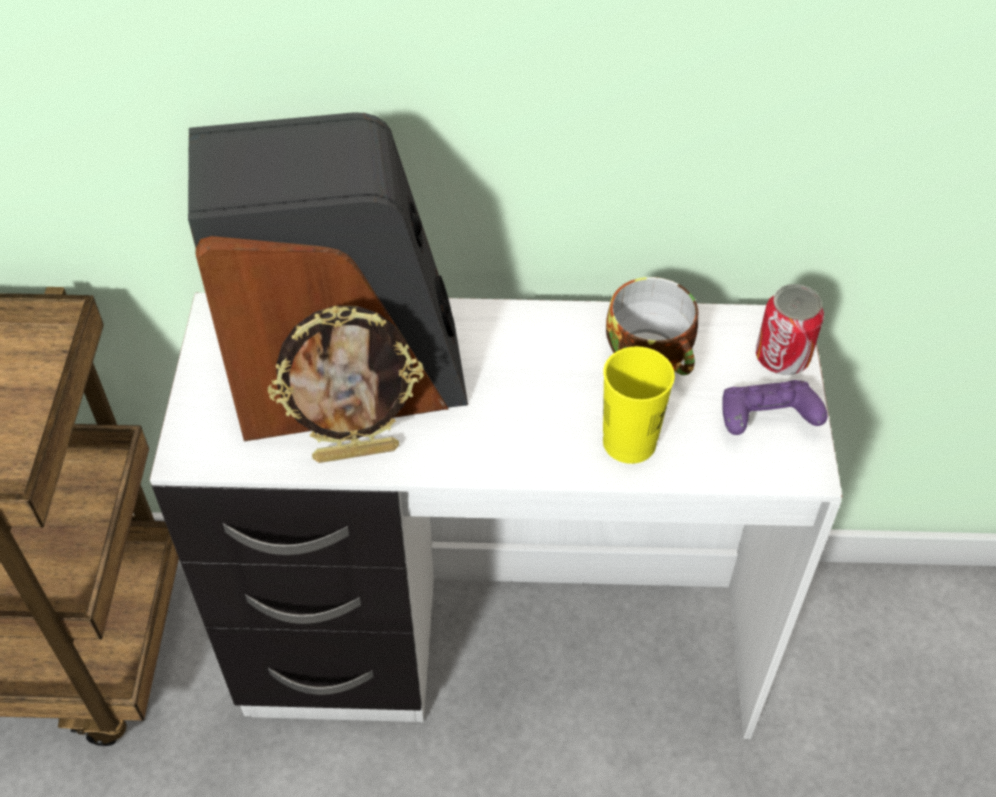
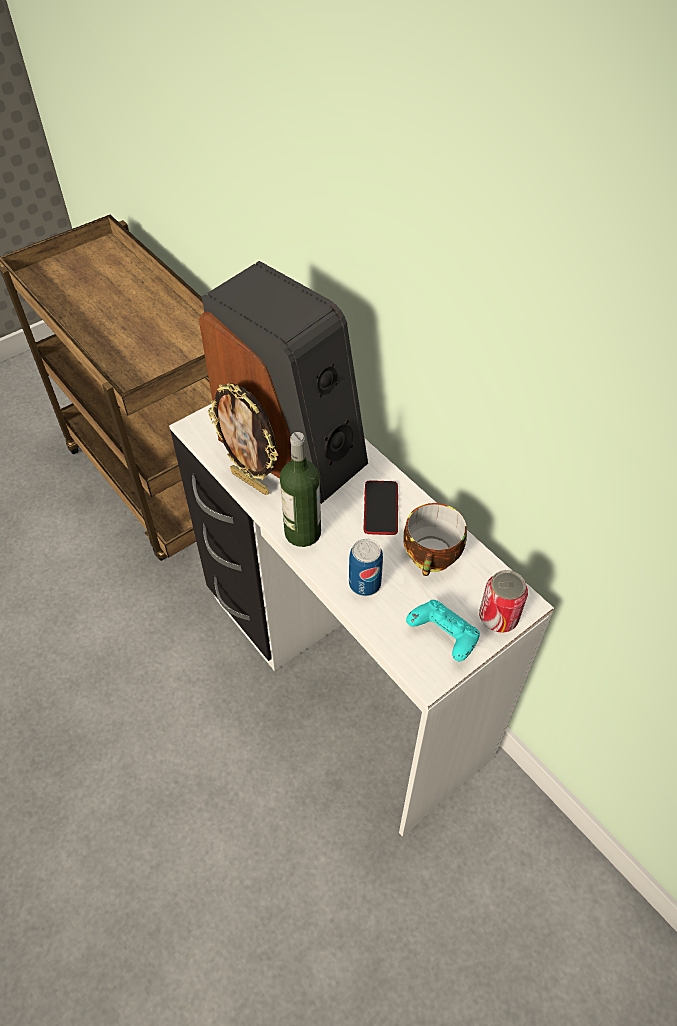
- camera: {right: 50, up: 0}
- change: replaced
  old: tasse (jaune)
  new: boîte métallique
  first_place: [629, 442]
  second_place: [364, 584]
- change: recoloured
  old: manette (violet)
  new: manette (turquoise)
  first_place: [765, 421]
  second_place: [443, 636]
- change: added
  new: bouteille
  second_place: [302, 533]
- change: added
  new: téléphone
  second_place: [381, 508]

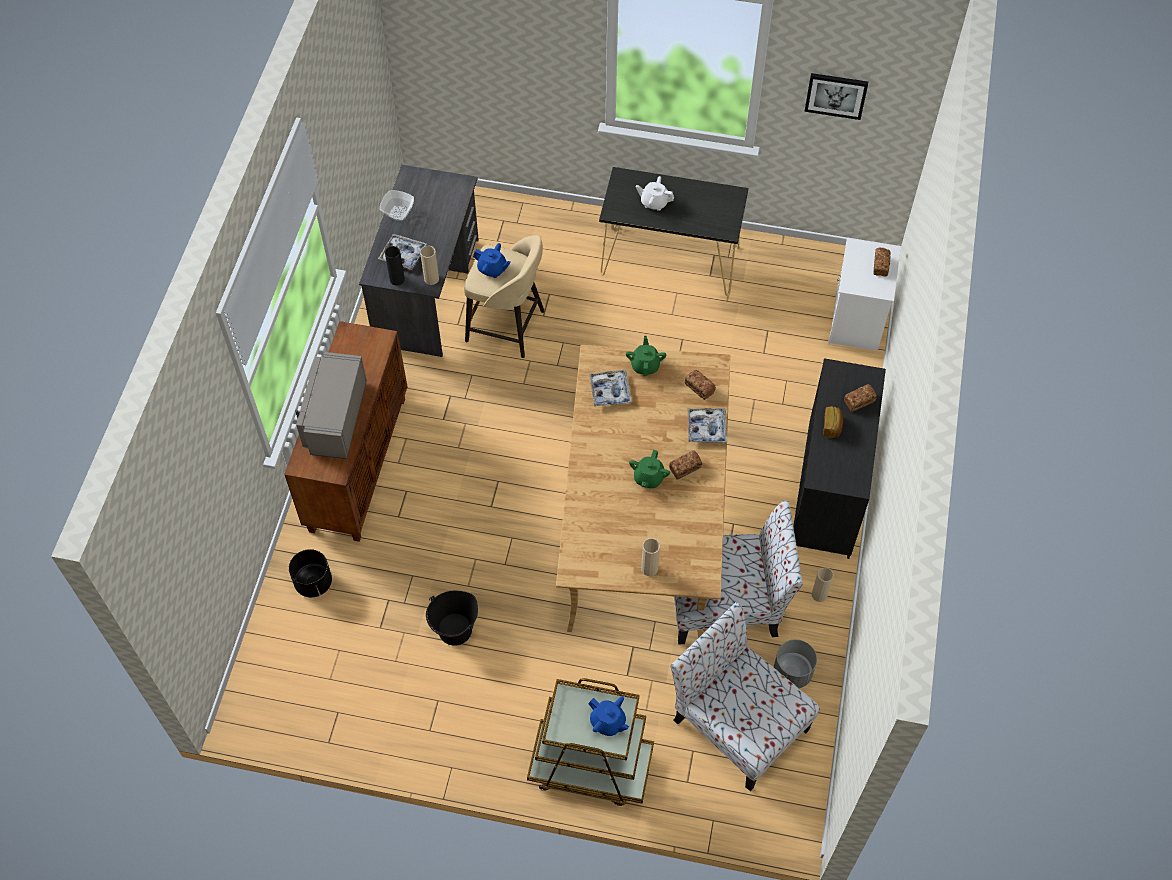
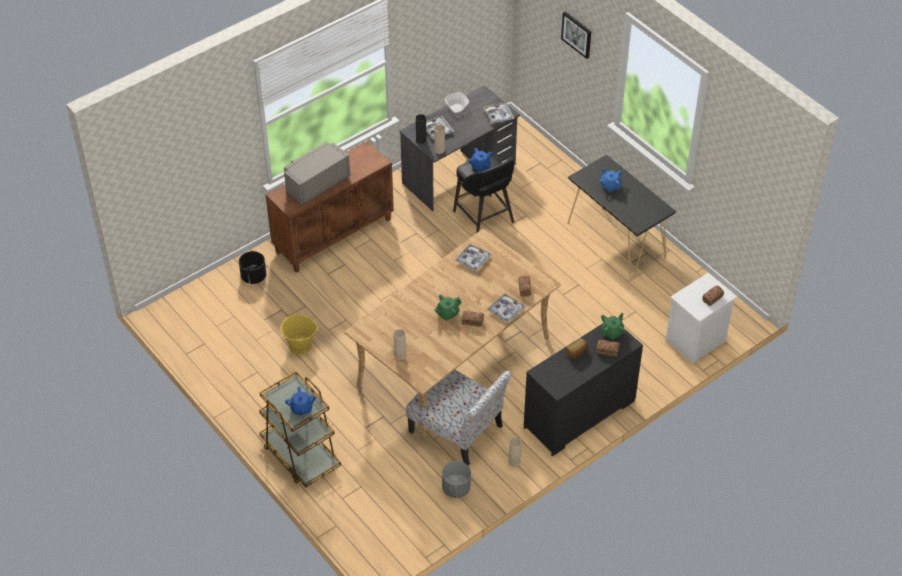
- camera: {right: 40, up: -10}
- change: recoloured
  old: seau (noir)
  new: seau (jaune)
  first_place: [455, 630]
  second_place: [300, 346]
- change: recoloured
  old: tabouret (beige)
  new: tabouret (noir)
  first_place: [507, 327]
  second_place: [484, 218]
- change: moved
  old: théière (vert)
  first_place: [645, 365]
  second_place: [612, 332]
- change: recoloured
  old: théière (blanc)
  new: théière (bleu)
  first_place: [654, 202]
  second_place: [610, 186]
- change: removed
  old: chaise
  first_place: [737, 722]
- change: moved
  old: tableau
  first_place: [836, 95]
  second_place: [577, 34]
- change: added
  new: plateau
  second_place: [498, 115]

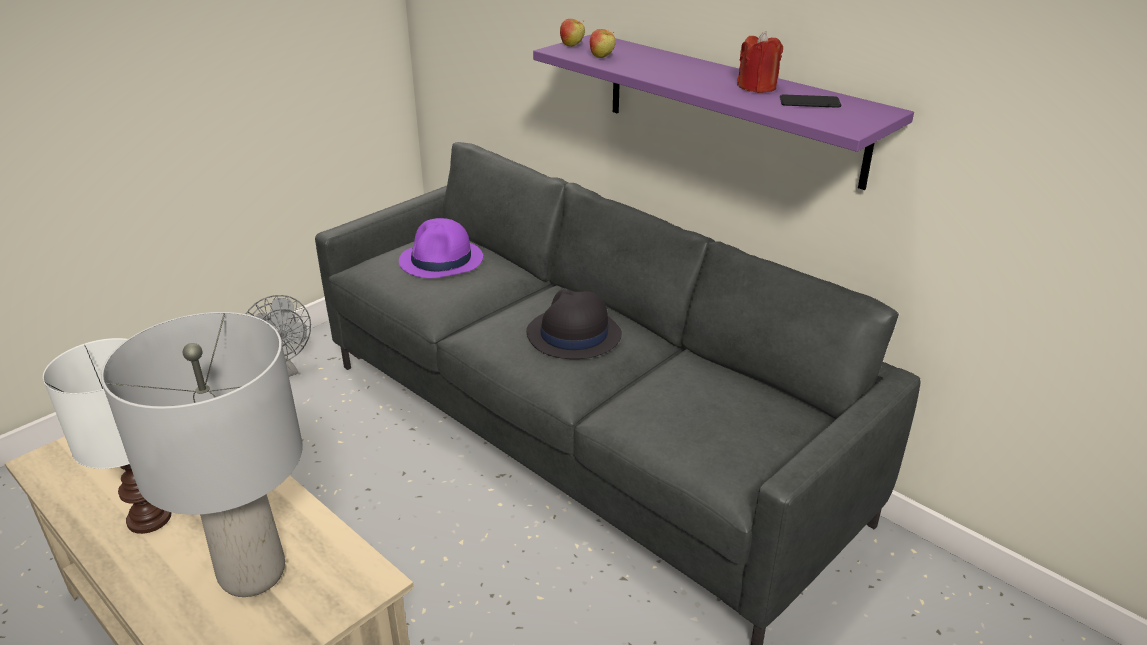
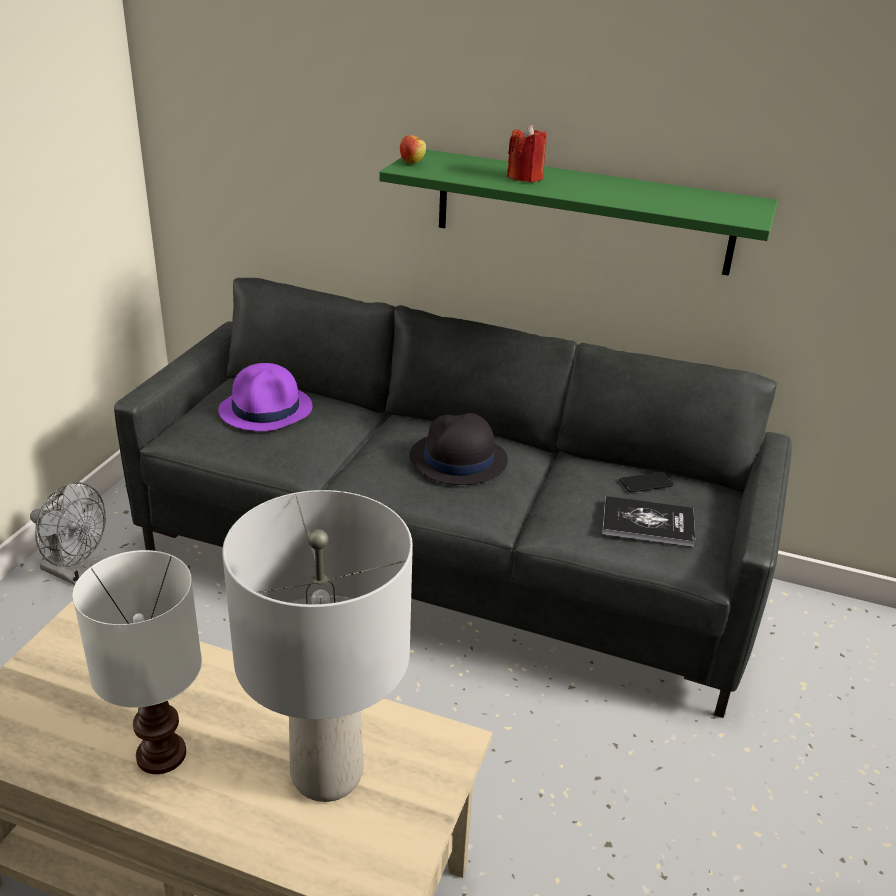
- camera: {right: -25, up: 0}
- change: recoloured
  old: étagère (violet)
  new: étagère (vert)
  first_place: [731, 107]
  second_place: [582, 211]
- change: removed
  old: pomme
  first_place: [602, 57]
- change: moved
  old: bougie (rouge)
  first_place: [757, 87]
  second_place: [525, 177]
- change: moved
  old: téléphone
  first_place: [809, 102]
  second_place: [646, 483]
- change: added
  new: livre
  second_place: [648, 523]

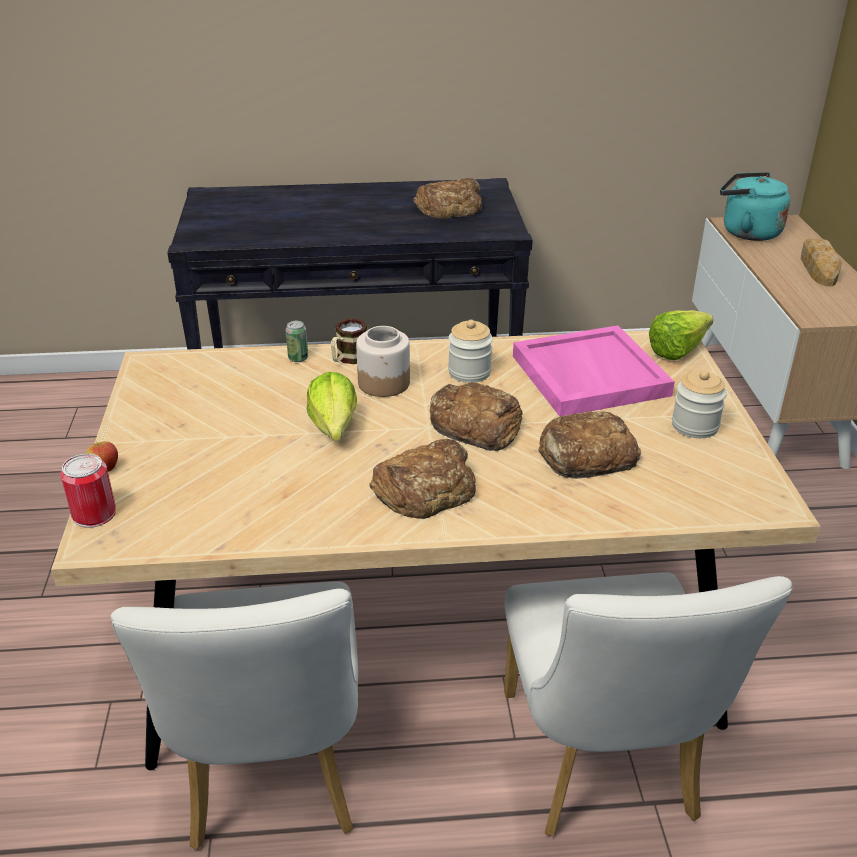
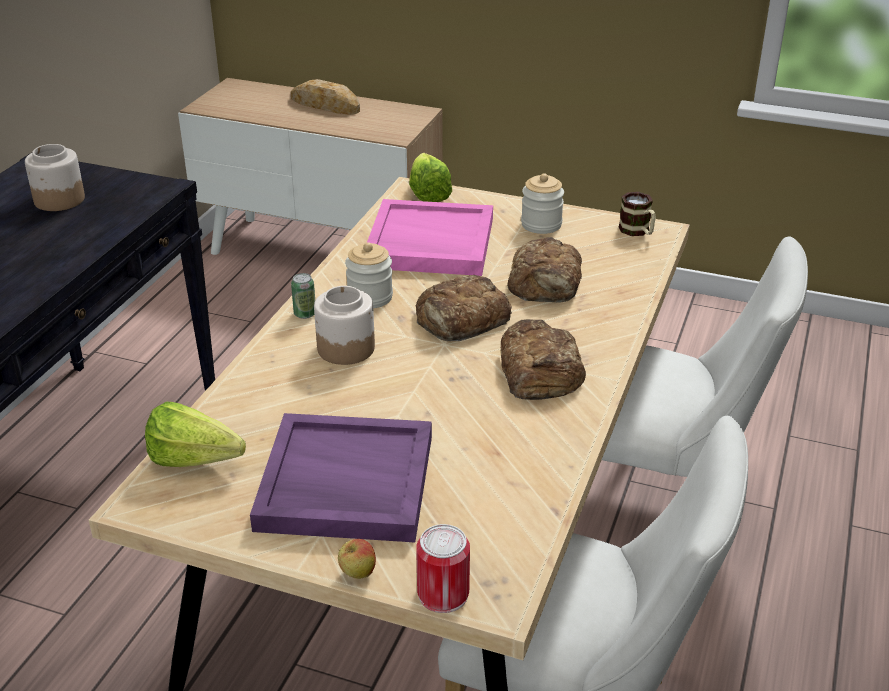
- camera: {right: -65, up: 0}
- change: moved
  old: boîte métallique
  first_place: [298, 358]
  second_place: [305, 314]
- change: moved
  old: laitue
  first_place: [333, 433]
  second_place: [200, 463]
- change: moved
  old: mug
  first_place: [348, 359]
  second_place: [638, 232]
- change: replaced
  old: pain
  new: bocal
  first_place: [449, 207]
  second_place: [59, 200]
- change: removed
  old: bouilloire (turquoise)
  first_place: [747, 232]
- change: added
  new: plateau (violet)
  second_place: [344, 483]

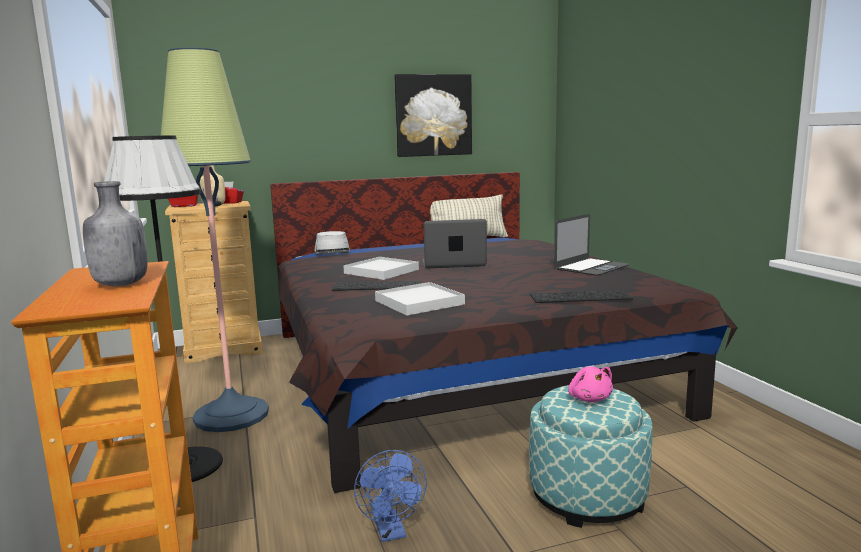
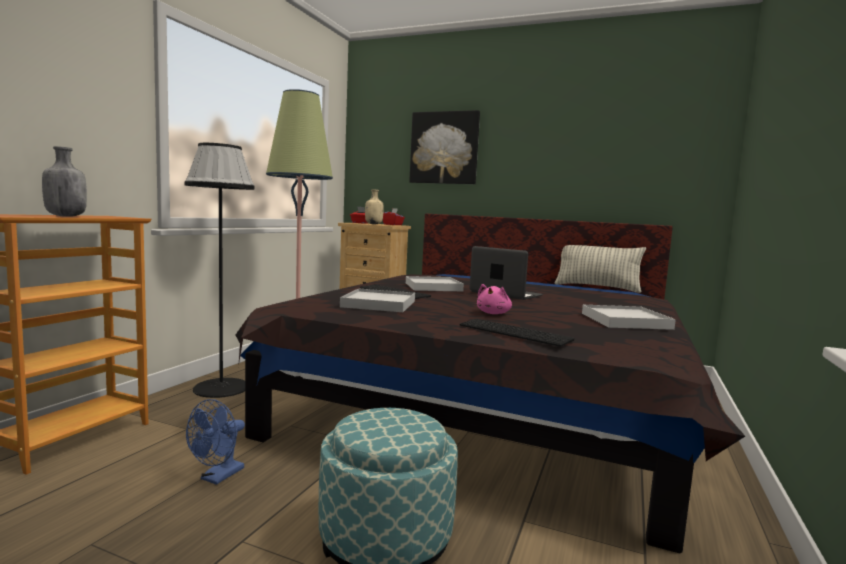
- camera: {right: 40, up: -5}
- change: removed
  old: chapeau (gris)
  first_place: [332, 251]
- change: moved
  old: tableau
  first_place: [433, 115]
  second_place: [444, 148]
- change: replaced
  old: ordinateur portable
  new: plateau (blanc)
  first_place: [591, 267]
  second_place: [625, 321]
- change: moved
  old: peluche (rose)
  first_place: [589, 398]
  second_place: [494, 313]

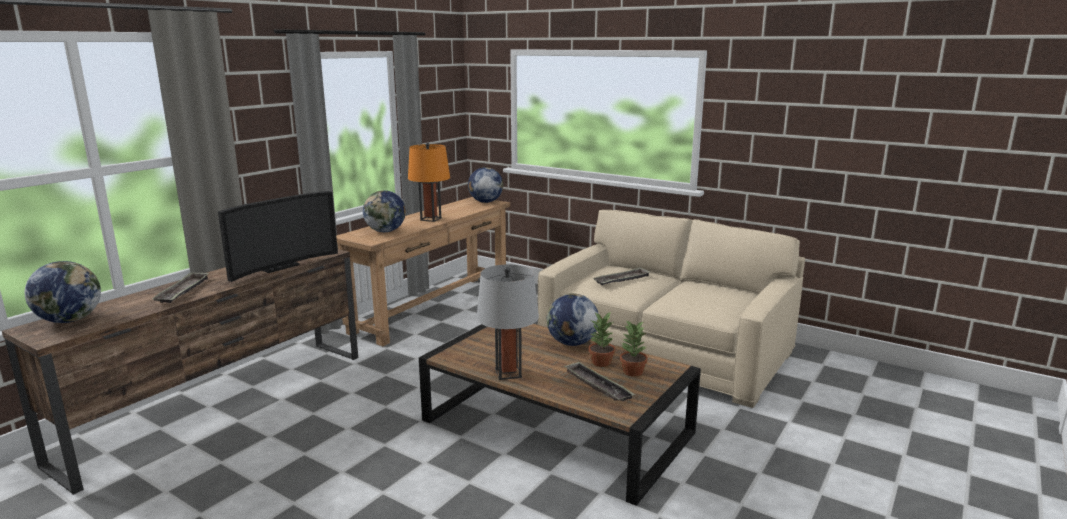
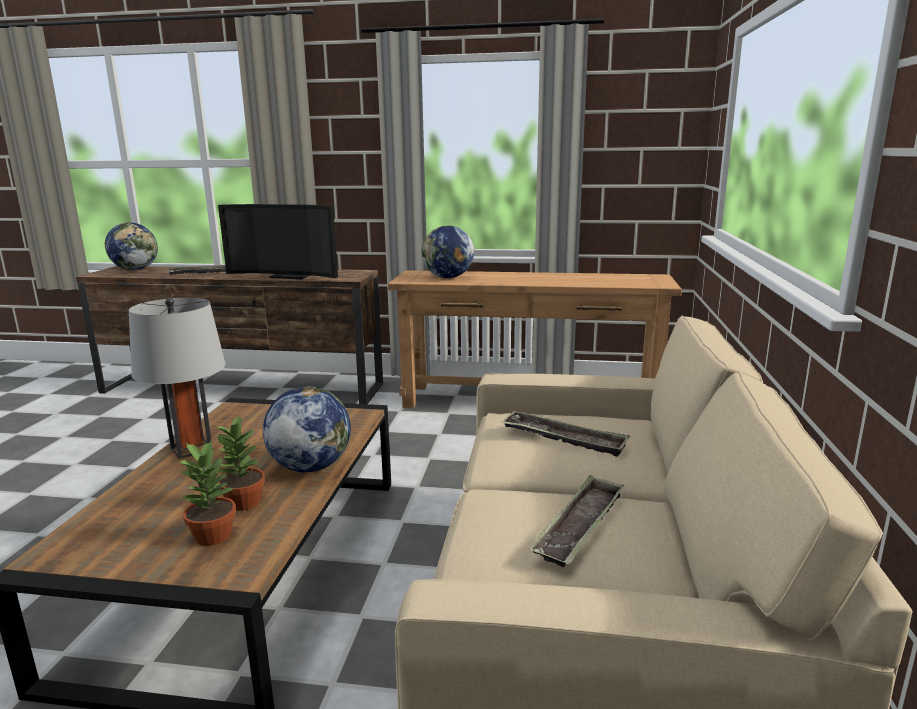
- camera: {right: 65, up: 0}
- change: removed
  old: lampe de table (orange)
  first_place: [431, 219]
- change: removed
  old: globe
  first_place: [485, 202]
- change: moved
  old: plateau
  first_place: [597, 386]
  second_place: [580, 527]

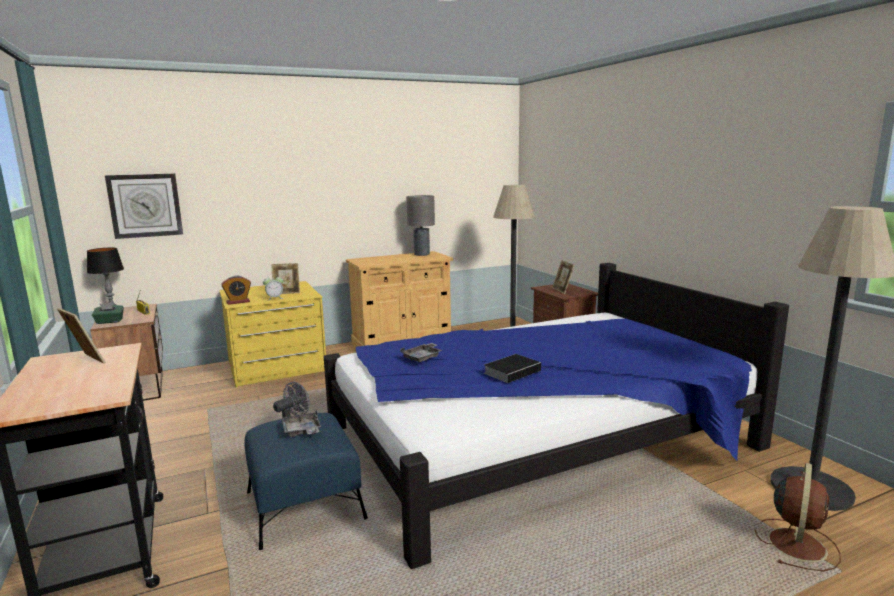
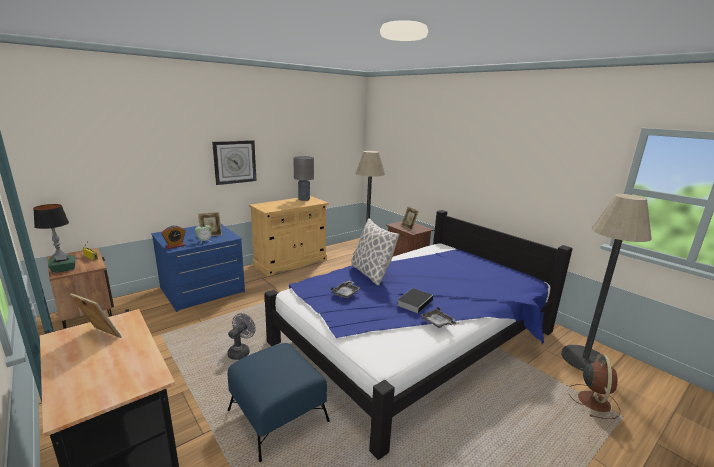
- camera: {right: -15, up: 5}
- change: moved
  old: horloge murale
  first_place: [145, 205]
  second_place: [234, 162]
- change: recoloured
  old: commode (jaune)
  new: commode (bleu)
  first_place: [276, 367]
  second_place: [202, 290]
- change: moved
  old: plateau (gris)
  first_place: [302, 431]
  second_place: [438, 323]
- change: added
  new: coussin
  second_place: [371, 273]

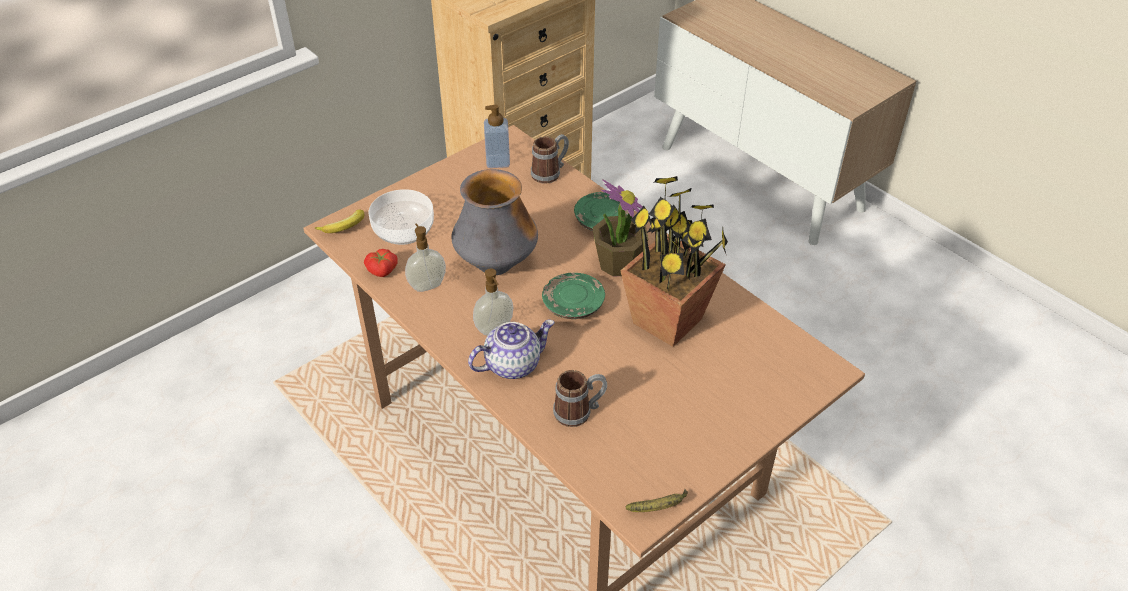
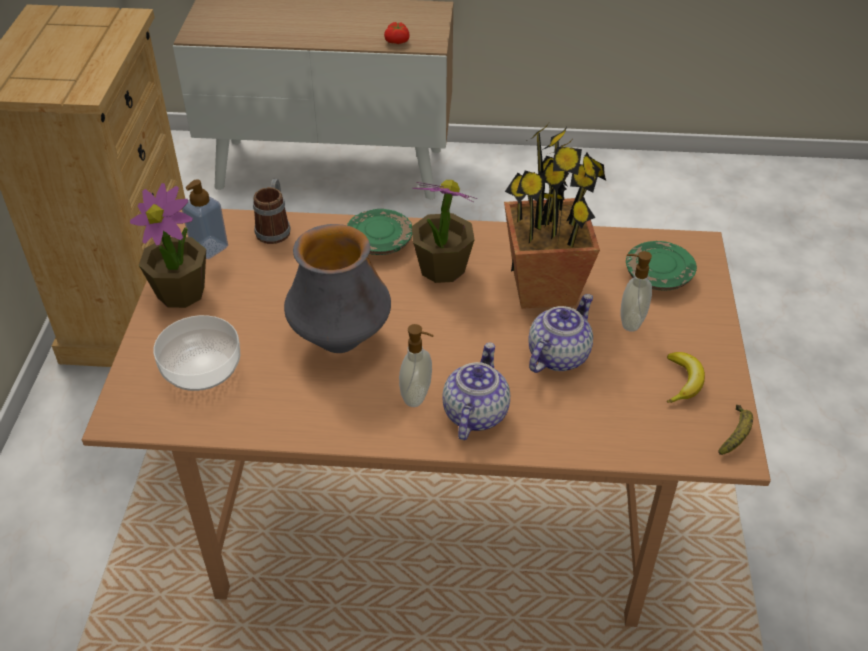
- camera: {right: -45, up: 0}
- change: moved
  old: banane
  first_place: [344, 227]
  second_place: [683, 381]
- change: moved
  old: tomate
  first_place: [382, 271]
  second_place: [398, 41]
- change: moved
  old: distributeur de savon
  first_place: [427, 285]
  second_place: [630, 321]
- change: moved
  old: assiette (vert)
  first_place: [573, 304]
  second_place: [658, 276]
- change: removed
  old: mug
  first_place: [579, 411]
- change: added
  new: plante en pot
  second_place: [181, 292]
- change: added
  new: théière
  second_place: [557, 355]

